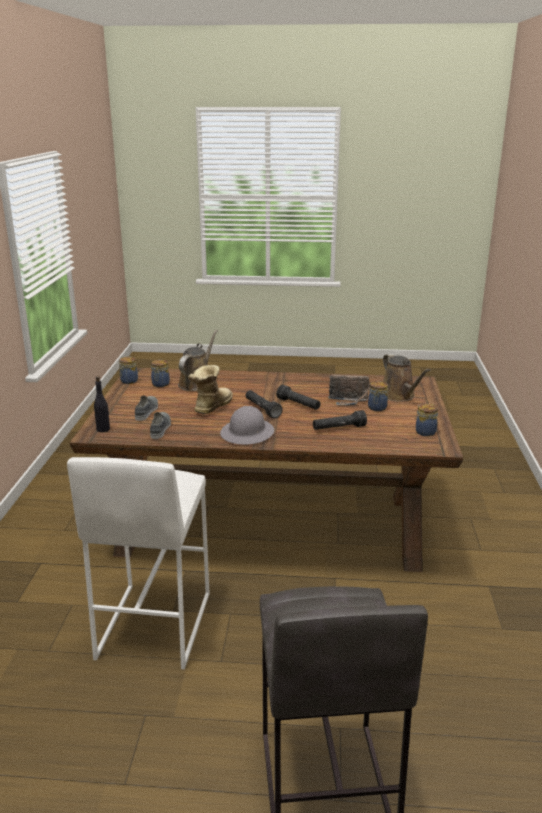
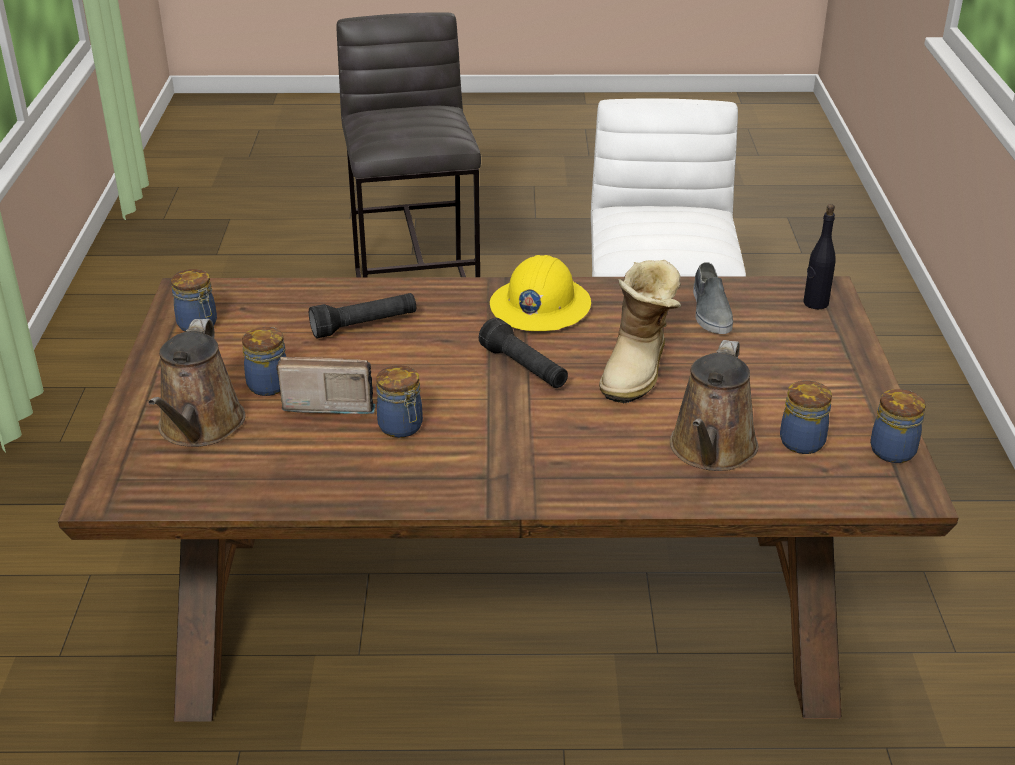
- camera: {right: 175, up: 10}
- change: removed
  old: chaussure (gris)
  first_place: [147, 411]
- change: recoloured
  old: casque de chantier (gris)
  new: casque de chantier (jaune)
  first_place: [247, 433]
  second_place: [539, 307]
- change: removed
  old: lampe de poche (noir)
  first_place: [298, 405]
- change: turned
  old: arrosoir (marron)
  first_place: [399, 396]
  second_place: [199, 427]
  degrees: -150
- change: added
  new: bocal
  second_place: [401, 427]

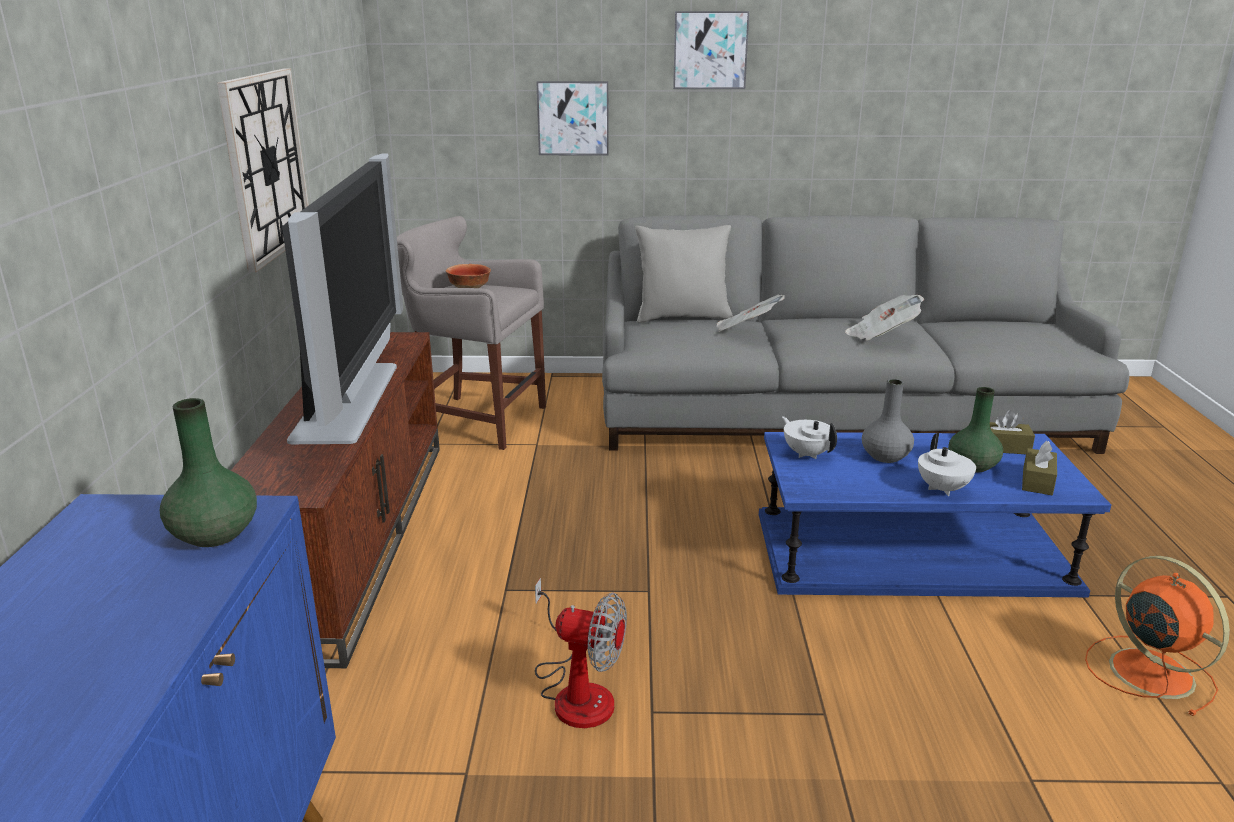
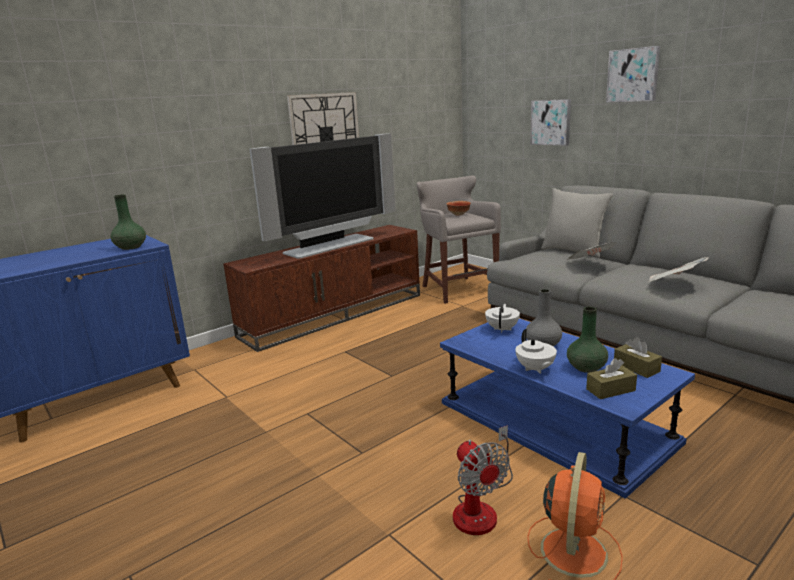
- camera: {right: 50, up: -5}
- change: moved
  old: ventilateur
  first_place: [577, 691]
  second_place: [480, 508]
- change: turned
  old: théière (blanc)
  first_place: [942, 489]
  second_place: [535, 369]
  degrees: -60

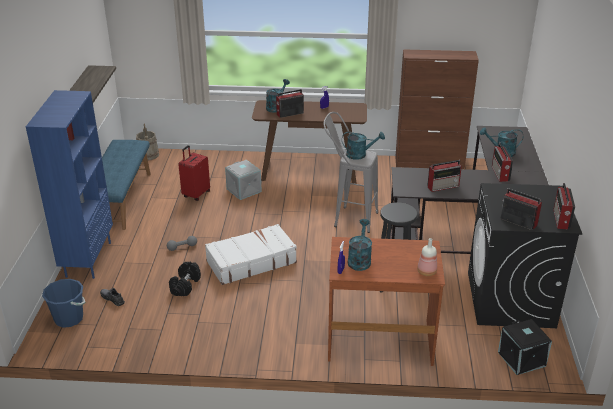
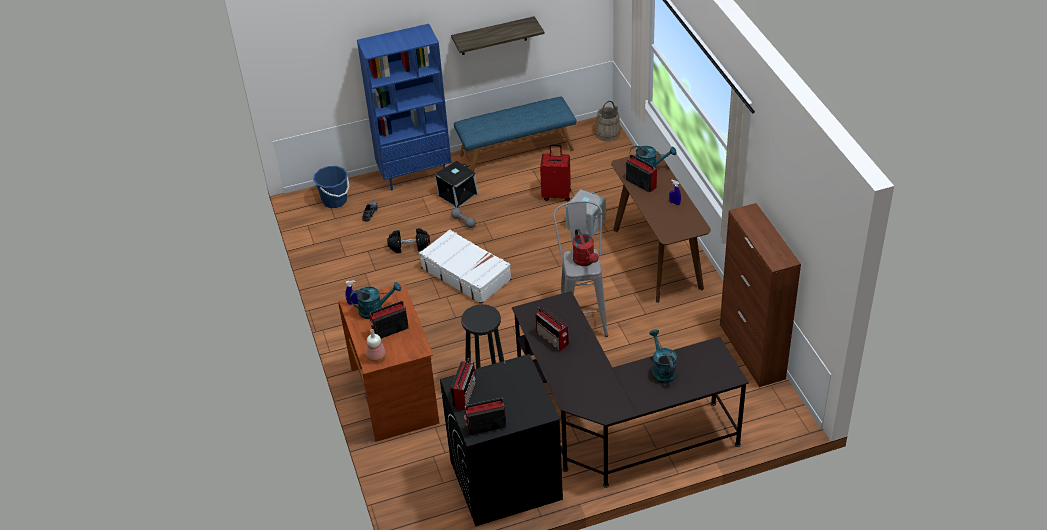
- camera: {right: 70, up: 10}
- change: recoloured
  old: arrosoir (turquoise)
  new: arrosoir (rouge)
  first_place: [360, 155]
  second_place: [585, 261]
- change: moved
  old: radio
  first_place: [500, 174]
  second_place: [389, 330]
- change: moved
  old: boîte de rangement (noir)
  first_place: [522, 359]
  second_place: [457, 195]

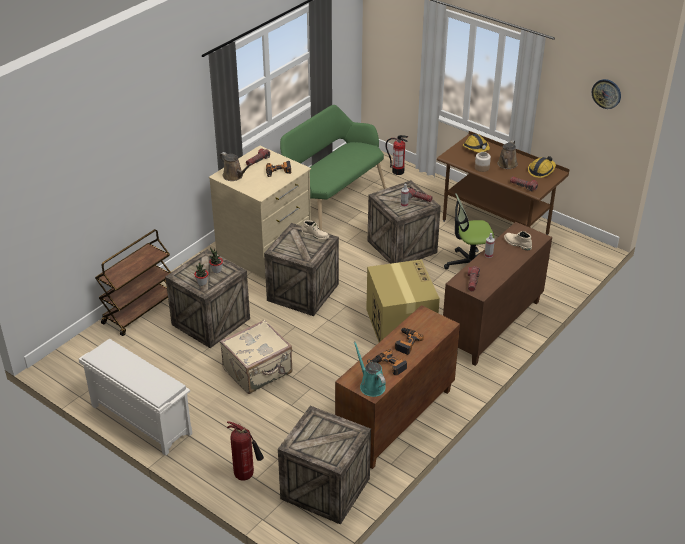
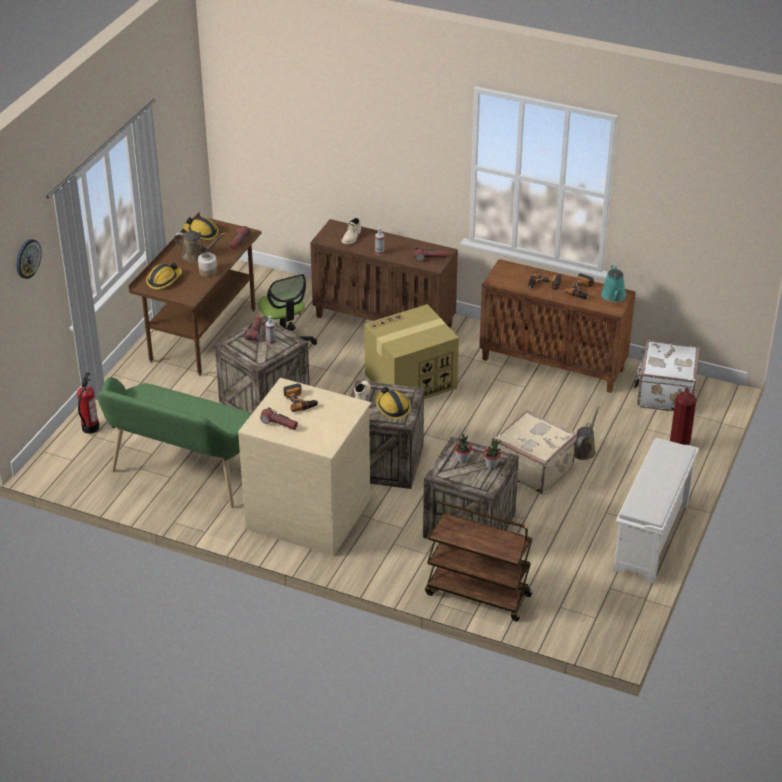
- camera: {right: -105, up: 0}
- change: moved
  old: arrosoir (marron)
  first_place: [234, 176]
  second_place: [584, 450]
- change: replaced
  old: caisse
  new: valise (blanc)
  first_place: [324, 489]
  second_place: [664, 393]
- change: turned
  old: arrosoir (turquoise)
  first_place: [371, 385]
  second_place: [614, 296]
  degrees: -45
- change: moved
  old: horloge murale
  first_place: [606, 93]
  second_place: [27, 258]
- change: added
  new: casque de chantier
  second_place: [392, 407]

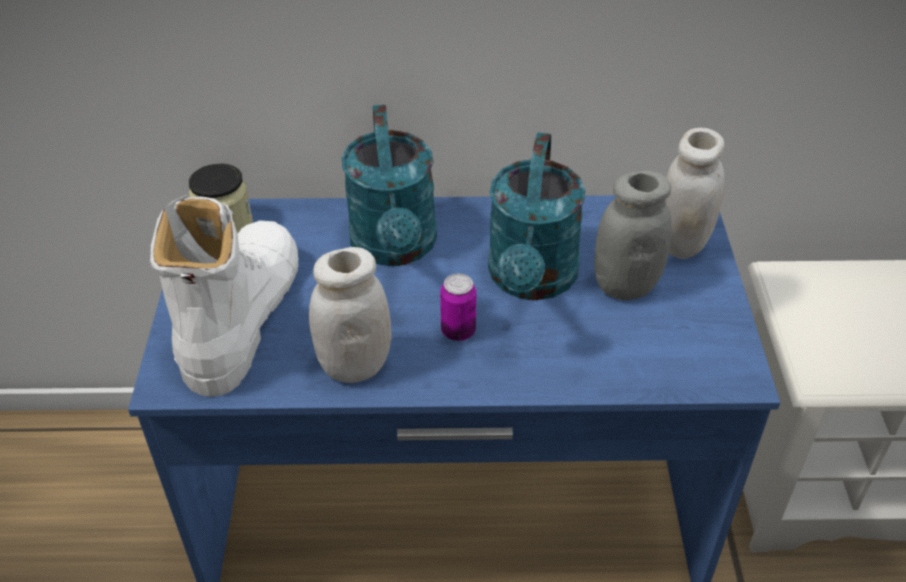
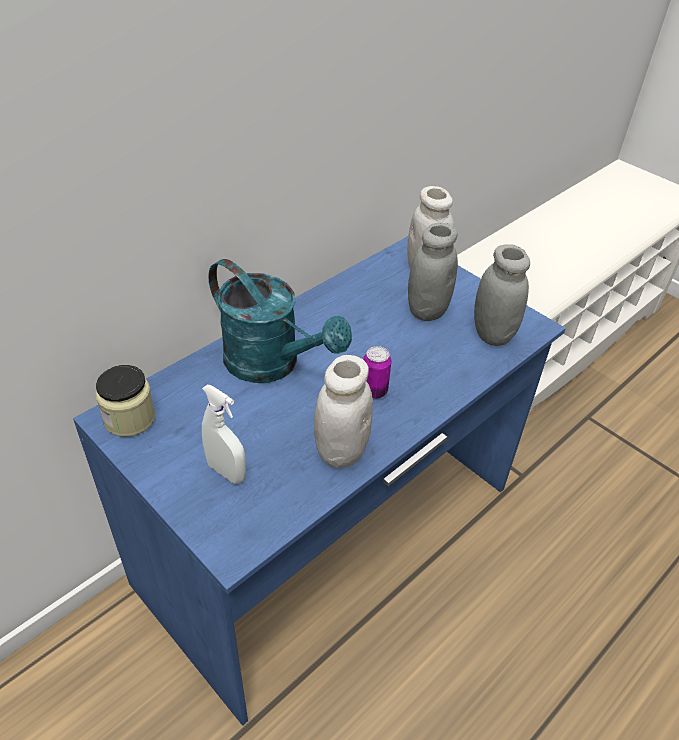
- camera: {right: -45, up: 0}
- change: replaced
  old: botte (blanc)
  new: vaporisateur (blanc)
  first_place: [241, 317]
  second_place: [226, 472]
- change: removed
  old: arrosoir (turquoise)
  first_place: [531, 281]
- change: added
  new: bocal (gris)
  second_place: [492, 334]

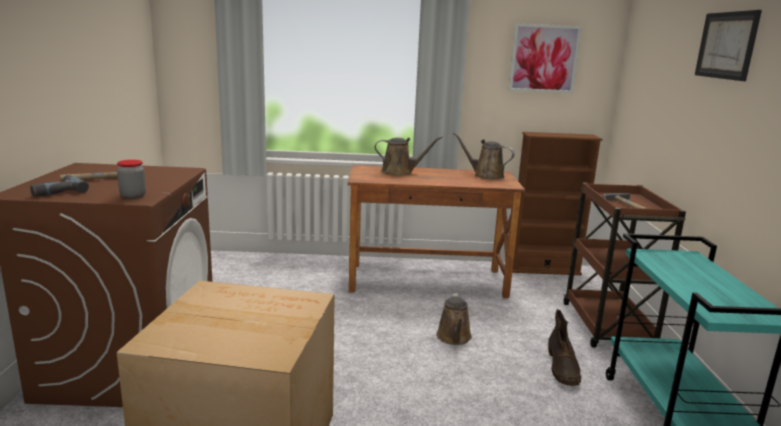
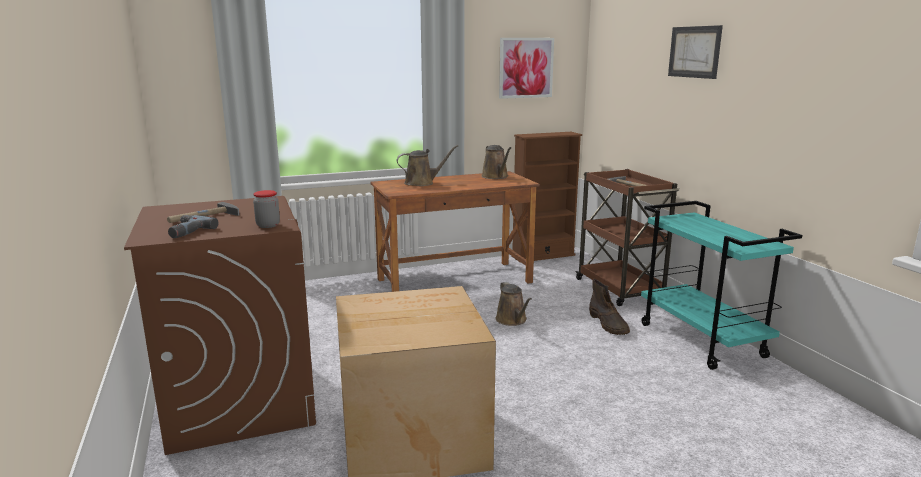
- camera: {right: -20, up: 0}
- change: turned
  old: arrosoir (marron)
  first_place: [485, 175]
  second_place: [496, 177]
  degrees: -120

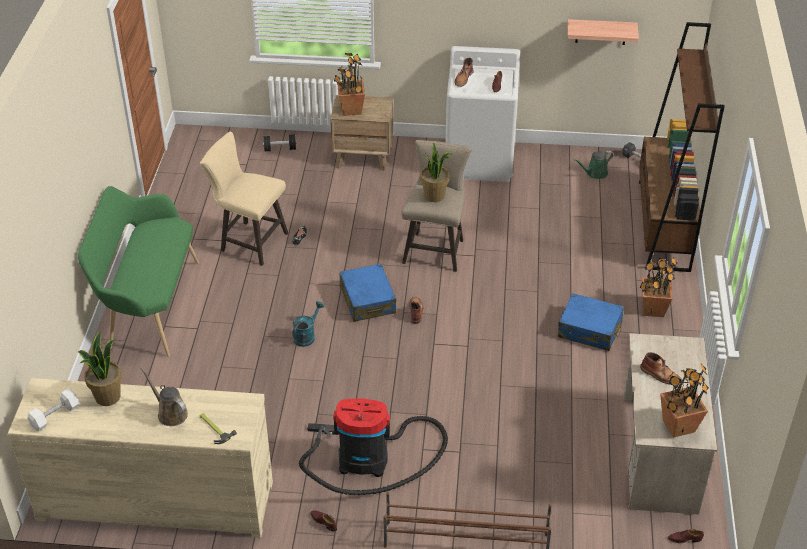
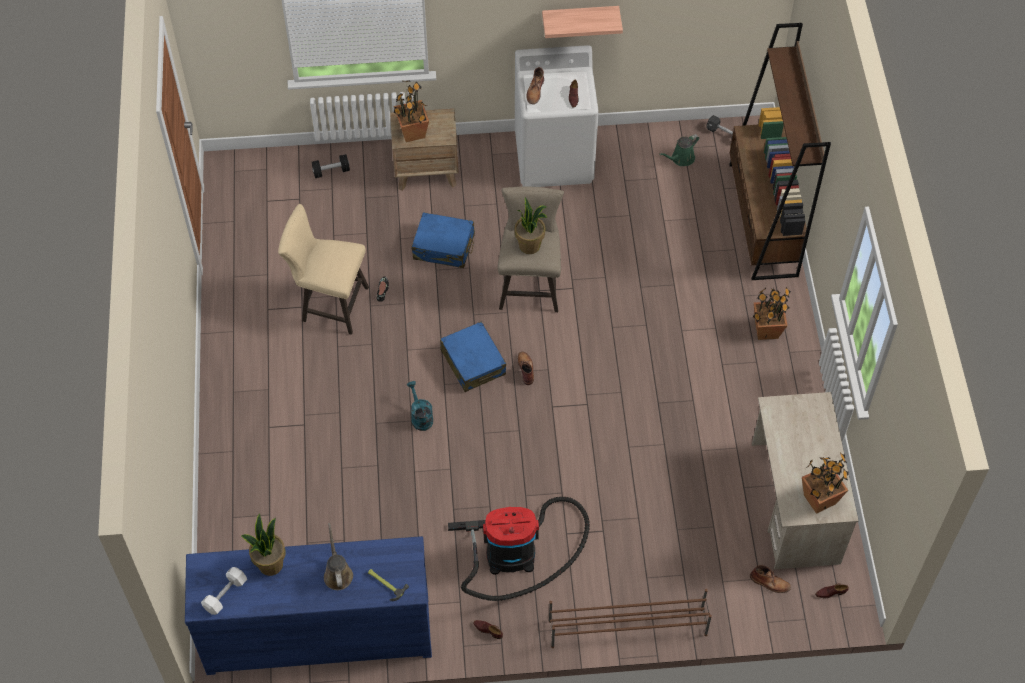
- camera: {right: -10, up: 15}
- change: recoloured
  old: commode (beige)
  new: commode (bleu)
  first_place: [155, 499]
  second_place: [318, 632]
- change: removed
  old: banc (vert)
  first_place: [148, 306]
- change: turned
  old: arrosoir (marron)
  first_place: [170, 413]
  second_place: [337, 573]
  degrees: 45
- change: turned
  old: arrosoir (turquoise)
  first_place: [307, 336]
  second_place: [420, 417]
  degrees: -45
- change: moved
  old: valise (bleu)
  first_place: [590, 330]
  second_place: [444, 247]
- change: moved
  old: étagère
  first_place: [601, 32]
  second_place: [580, 18]
- change: moved
  old: botte (marron)
  first_place: [660, 375]
  second_place: [770, 582]

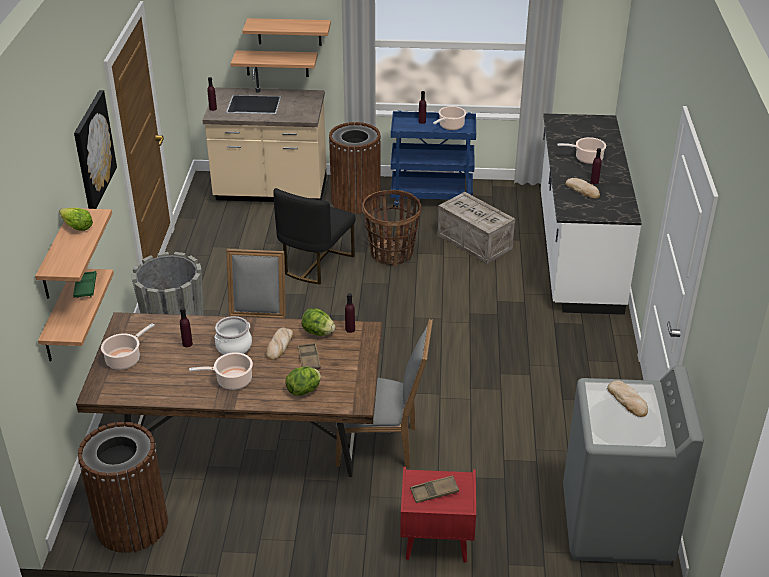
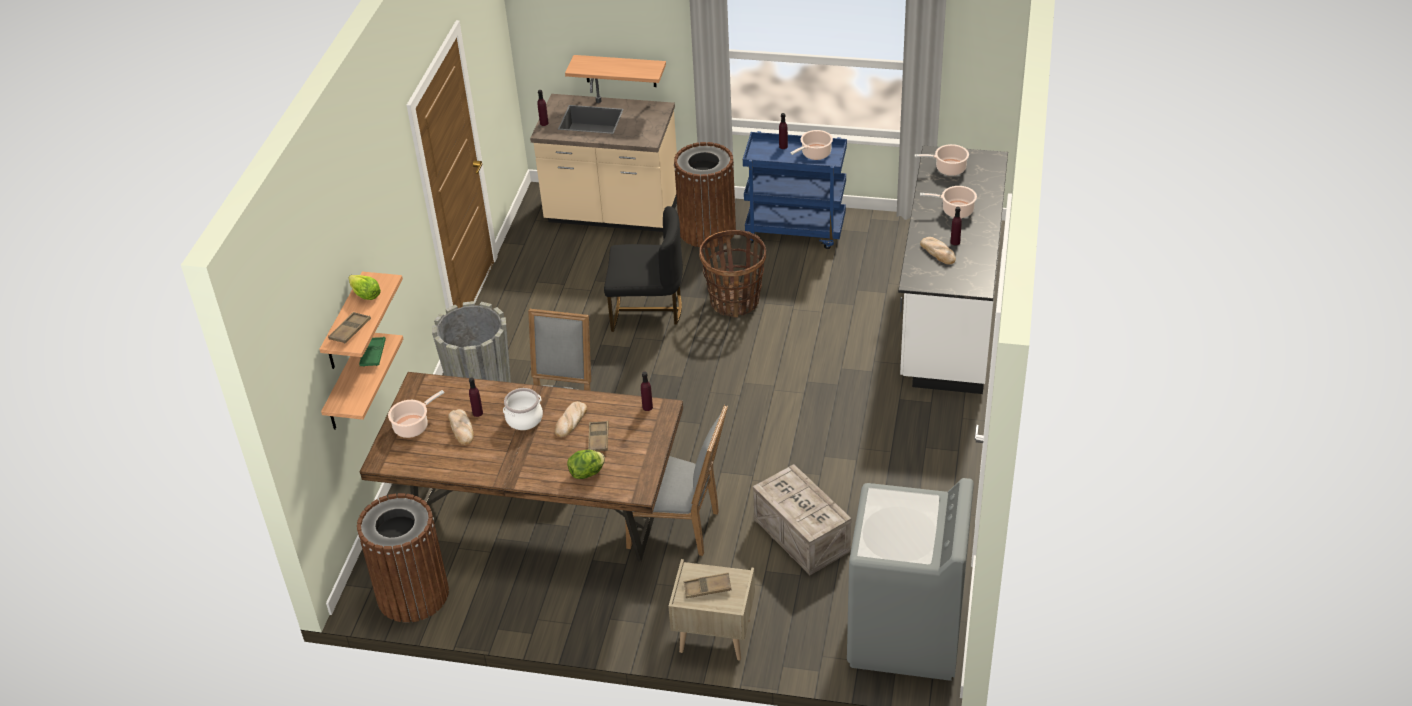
- camera: {right: 10, up: 5}
- change: removed
  old: tableau
  first_place: [93, 150]
- change: moved
  old: marmite
  first_place: [232, 380]
  second_place: [948, 168]
- change: removed
  old: étagère
  first_place: [289, 31]
- change: turned
  old: chaise (noir)
  first_place: [315, 264]
  second_place: [646, 310]
  degrees: -120
- change: removed
  old: laitue
  first_place: [318, 332]
- change: recoloured
  old: table de chevet (rouge)
  new: table de chevet (beige)
  first_place: [435, 541]
  second_place: [713, 636]
- change: moved
  old: caisse
  first_place: [475, 242]
  second_place: [803, 536]
- change: moved
  old: pain
  first_place: [627, 400]
  second_place: [462, 428]
- change: added
  new: plateau (marron)
  second_place: [350, 330]

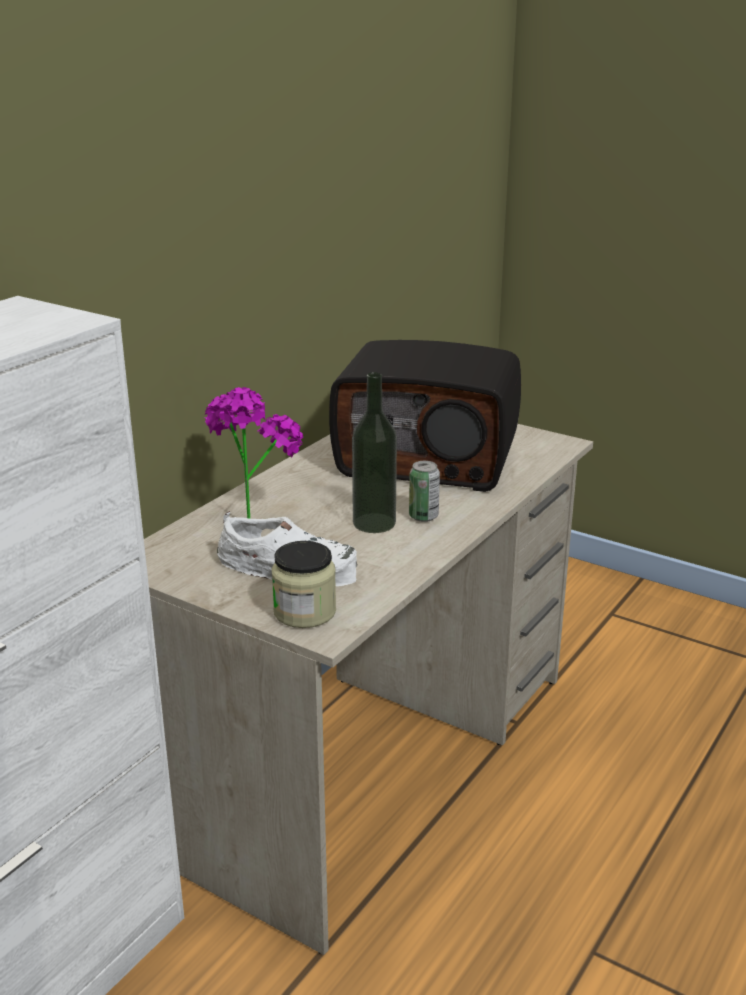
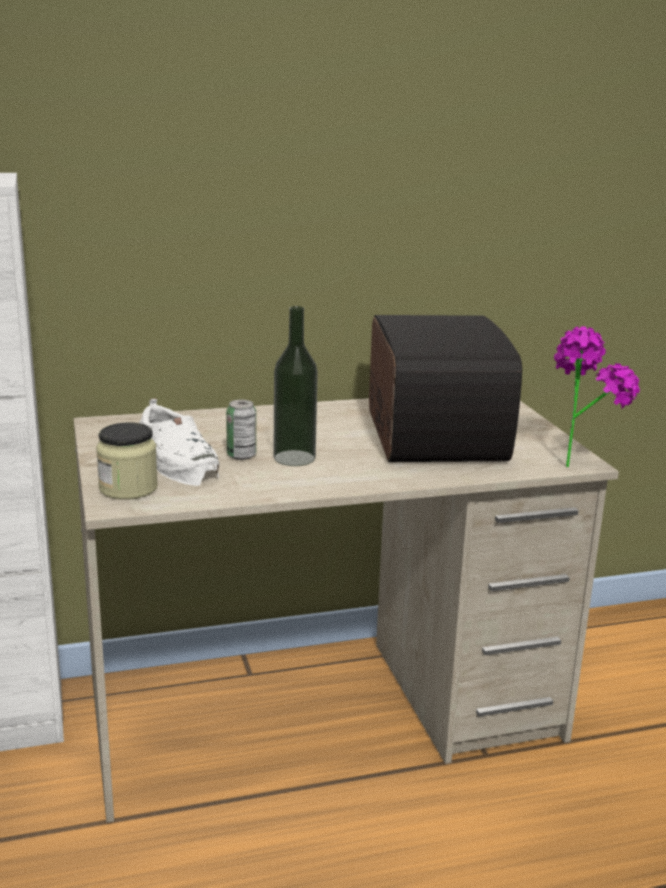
- camera: {right: 40, up: -5}
- change: moved
  old: plante en pot
  first_place: [253, 519]
  second_place: [577, 462]
- change: turned
  old: radio
  first_place: [428, 459]
  second_place: [430, 435]
  degrees: -150
- change: moved
  old: boîte métallique
  first_place: [423, 516]
  second_place: [241, 455]

